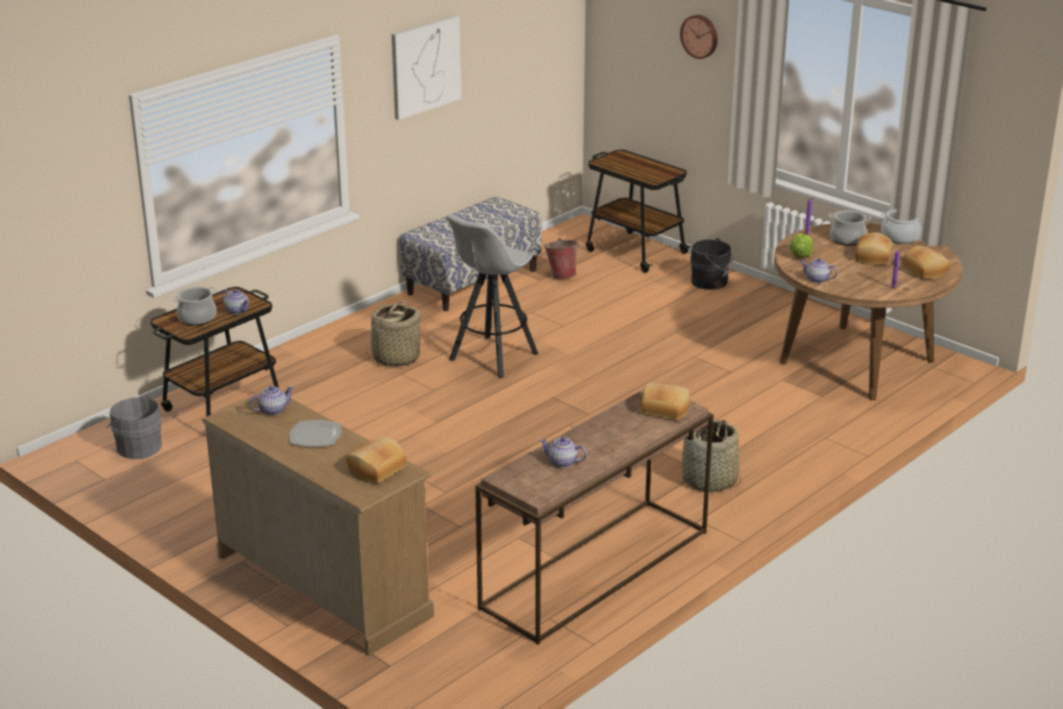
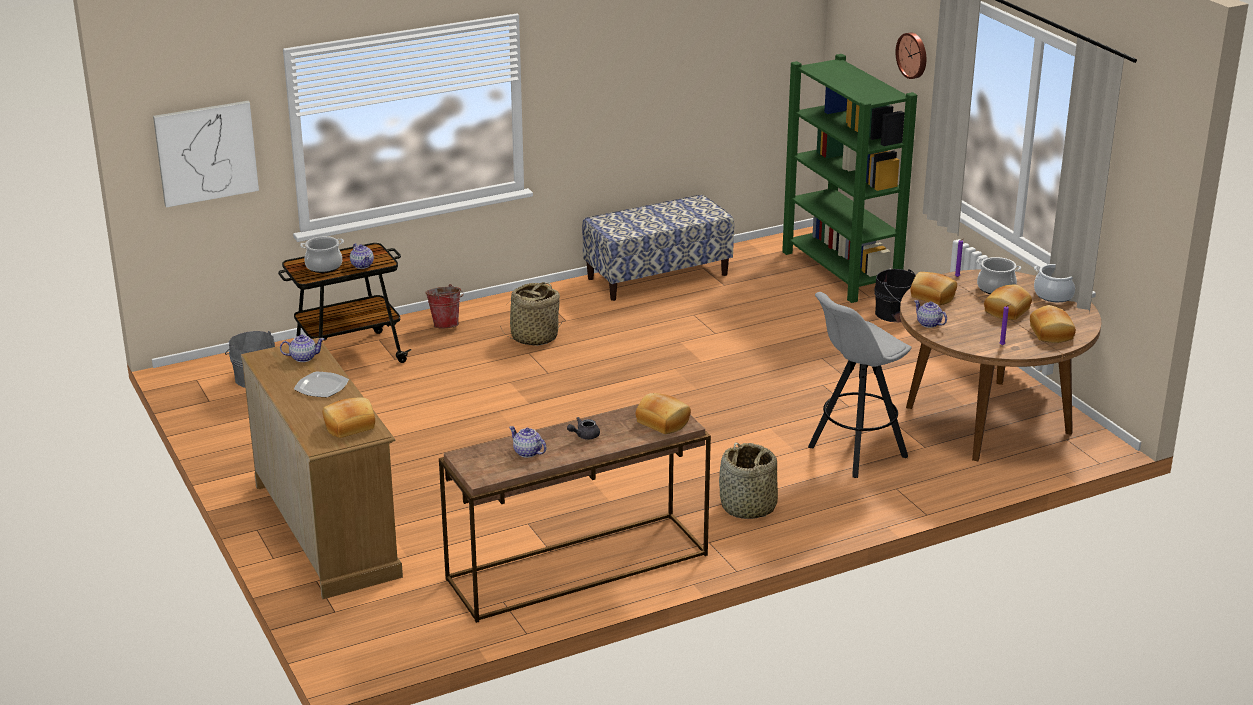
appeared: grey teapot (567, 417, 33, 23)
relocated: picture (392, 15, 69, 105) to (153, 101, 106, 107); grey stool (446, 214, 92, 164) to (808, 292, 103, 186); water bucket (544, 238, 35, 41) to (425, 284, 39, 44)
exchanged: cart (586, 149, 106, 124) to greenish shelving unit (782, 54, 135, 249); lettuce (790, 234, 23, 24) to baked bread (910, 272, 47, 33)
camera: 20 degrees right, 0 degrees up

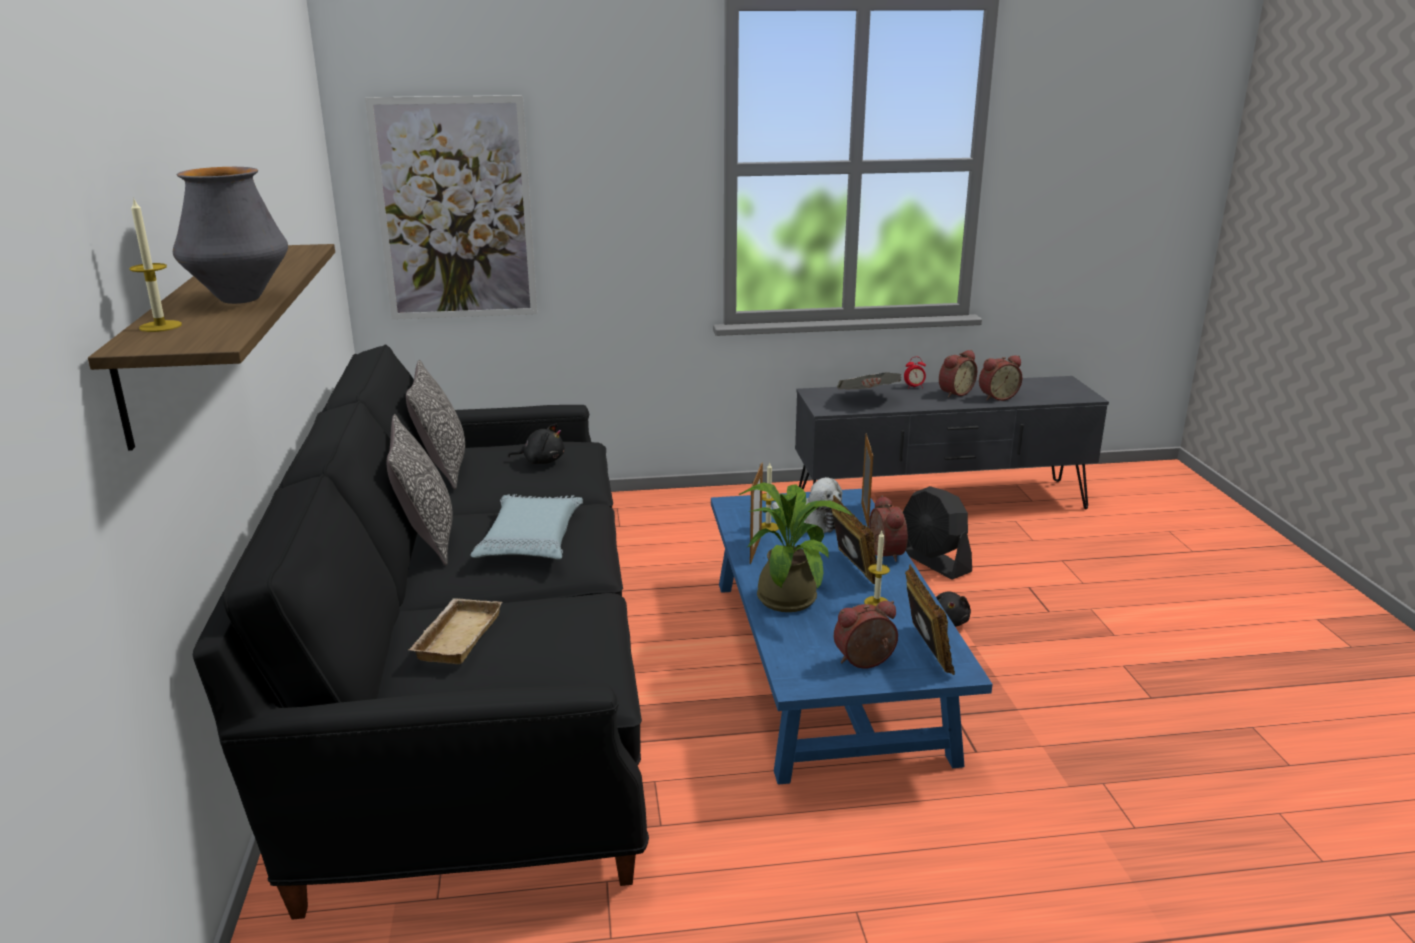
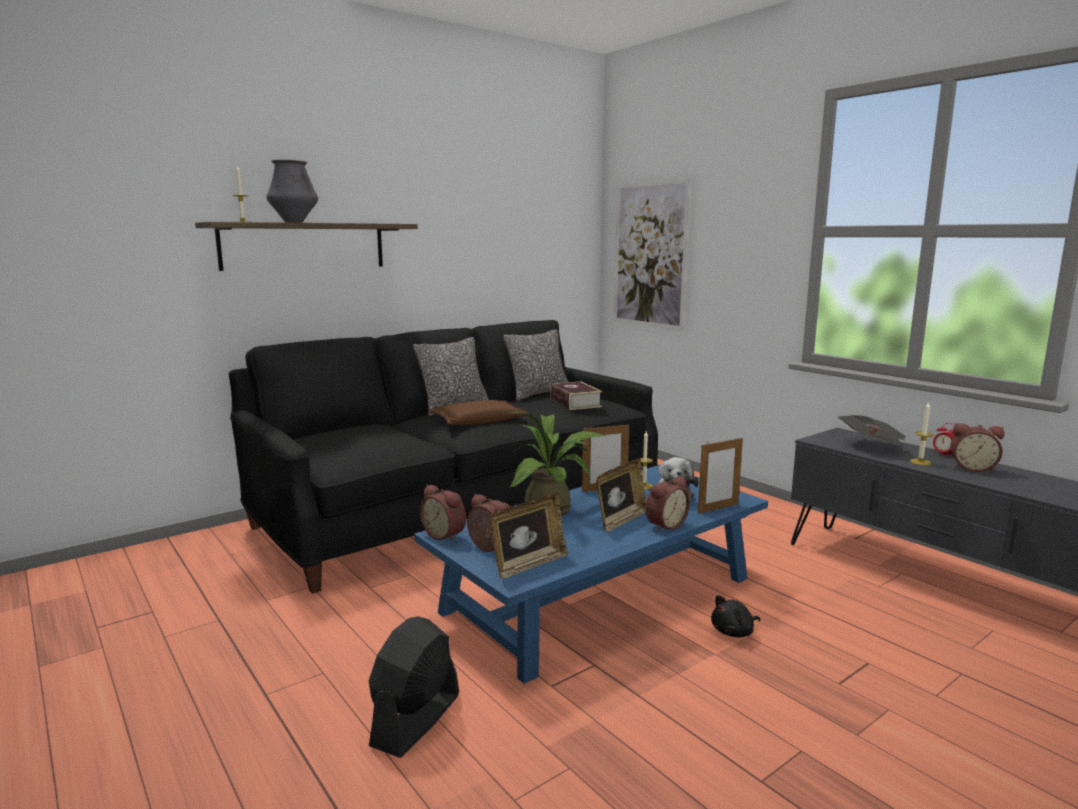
missing: beige-coloured serving tray (409, 598, 93, 66)
relocated: wax candle (864, 531, 26, 75) to (910, 402, 24, 63); blackish cooling fan (903, 486, 69, 94) to (369, 616, 90, 142); table clock (979, 355, 43, 46) to (420, 484, 46, 58)
exchanged: blackish soft toy (508, 424, 57, 40) to volume (550, 381, 52, 29)
colour: blue-coloured throw pillow (471, 494, 112, 66) to brown-coloured throw pillow (429, 400, 99, 26)
camera: 60 degrees right, 10 degrees down

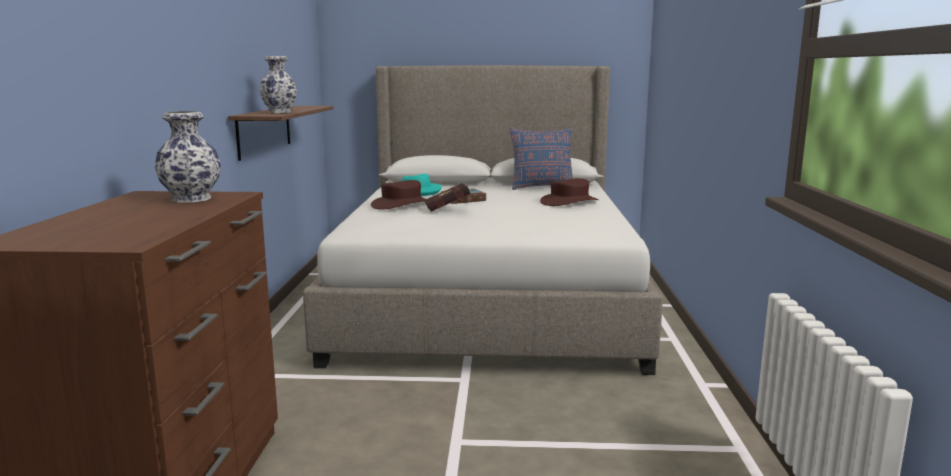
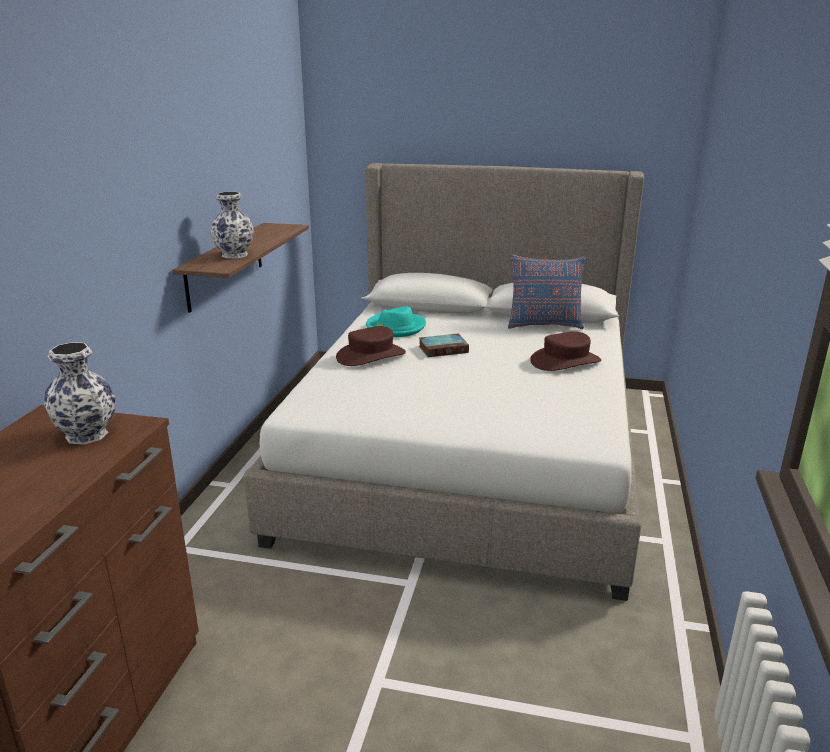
missing: red volume (424, 183, 52, 28)
camera: 10 degrees right, 10 degrees up

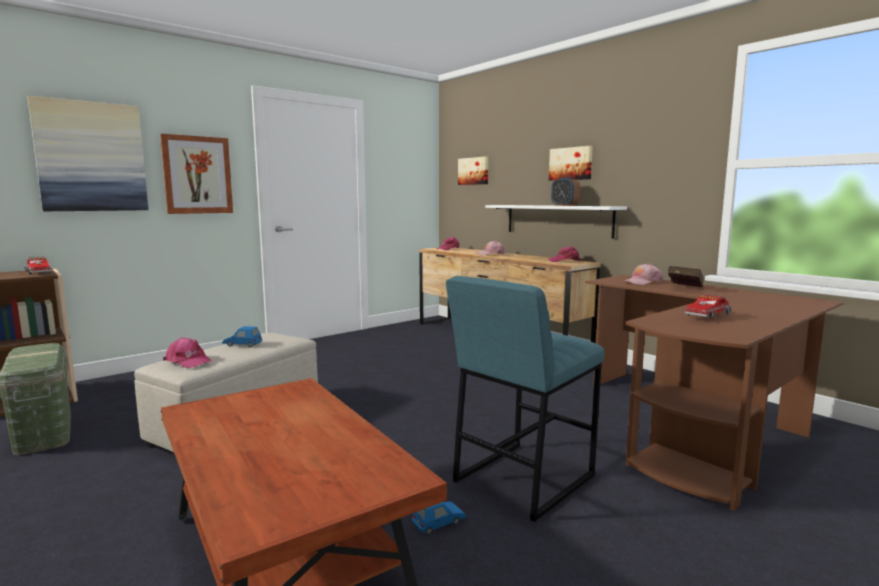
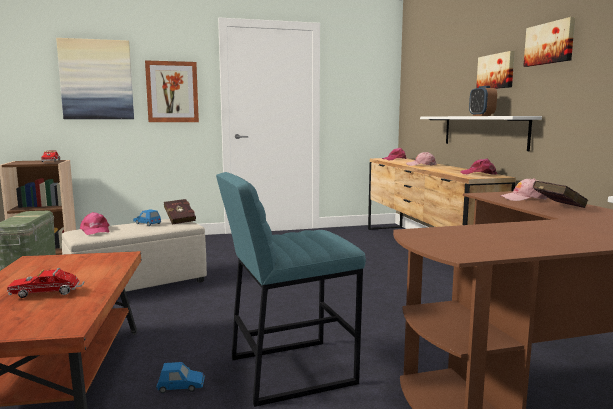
appeared: red volume (164, 199, 32, 26)
relocated: picture (458, 156, 30, 29) to (523, 17, 52, 50); toy lorry (685, 294, 46, 25) to (7, 268, 78, 30)
camera: 25 degrees right, 0 degrees up

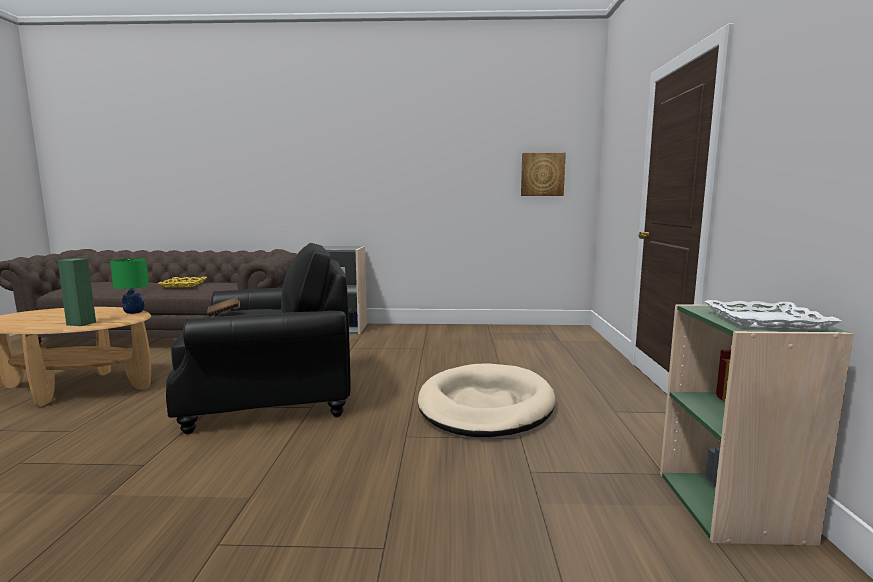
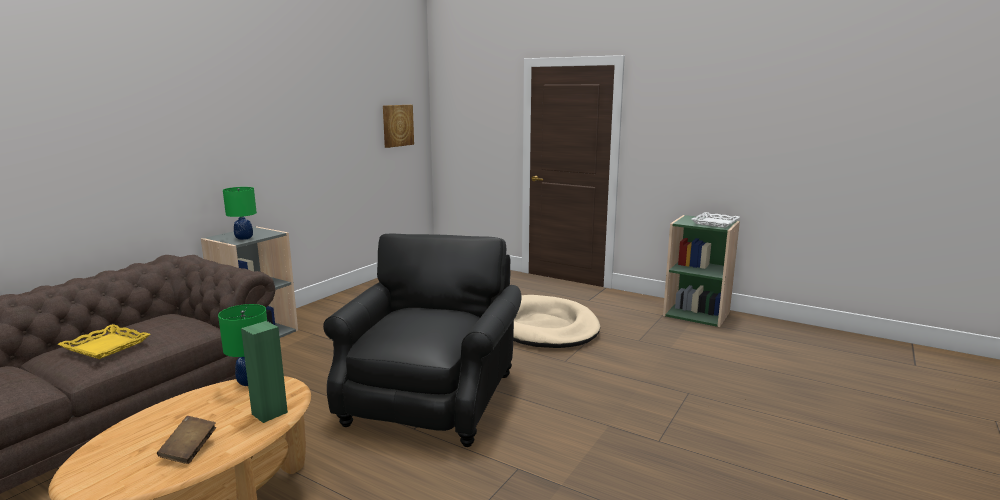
appeared: greenish lamp for a table (223, 187, 34, 53)
relocated: brown-coloured volume (207, 297, 33, 20) to (157, 416, 59, 48)
camera: 60 degrees left, 5 degrees up

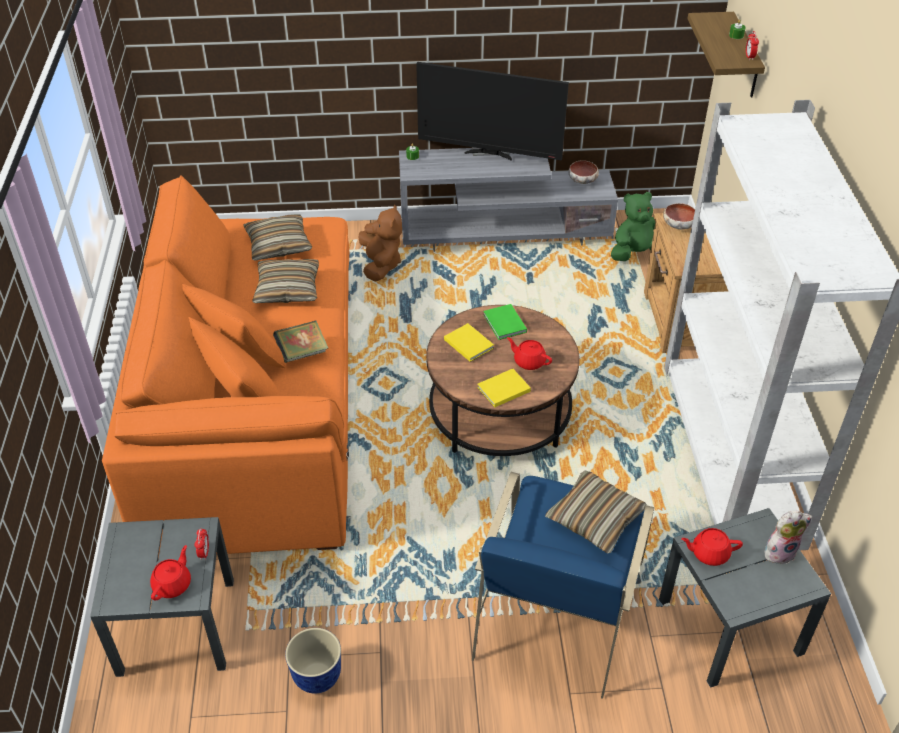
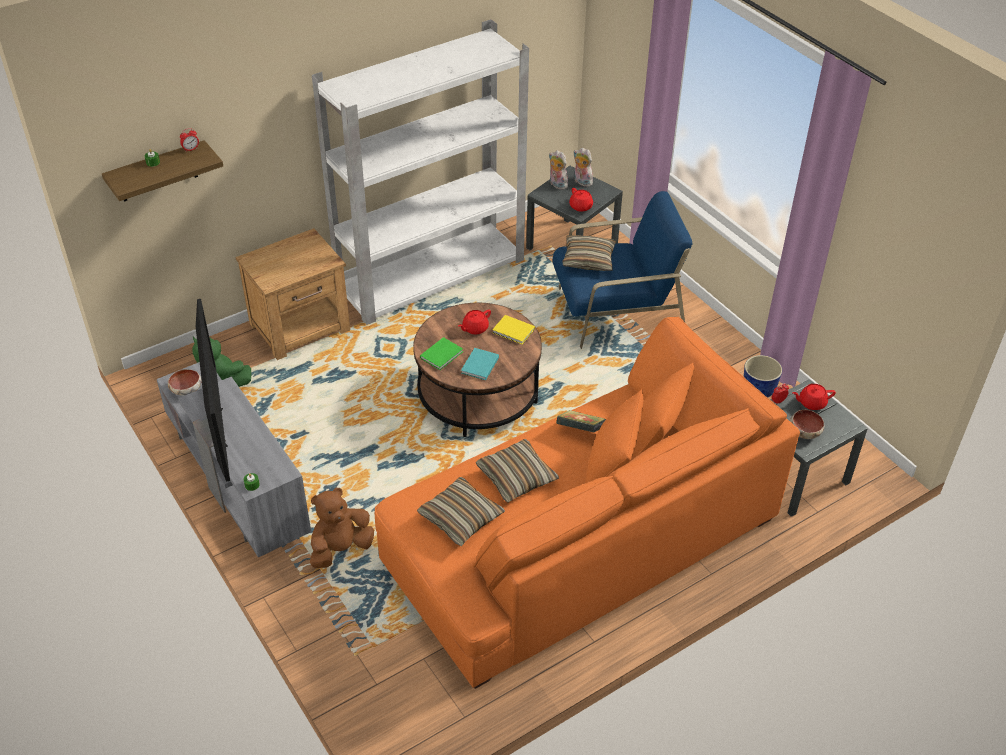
appeared: soft toy (574, 148, 20, 39)
relocated: bowl (663, 203, 32, 26) to (790, 410, 34, 29)
colour: yellow-coloured volume (444, 323, 50, 39) to turquoise-coloured volume (461, 348, 38, 32)
spun: red teapot (507, 337, 45, 33) = (458, 310, 33, 24) 45 degrees clockwise
camera: 120 degrees left, 0 degrees up

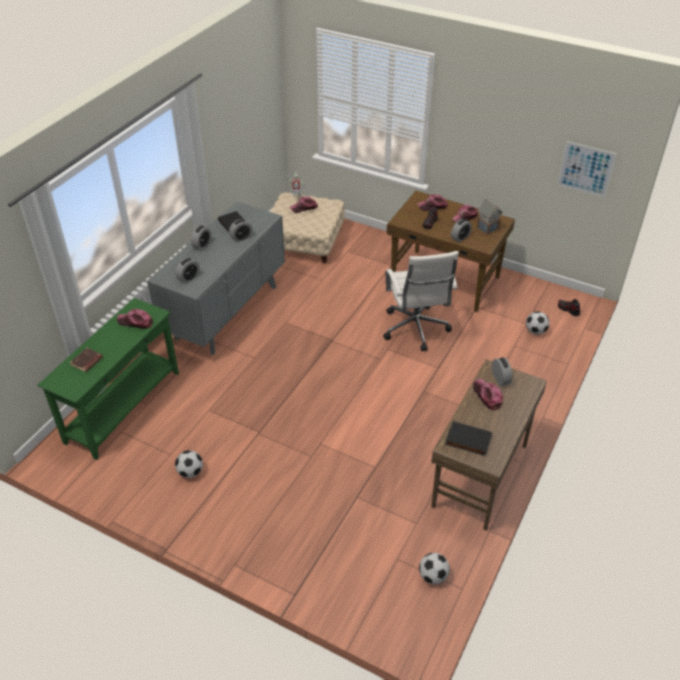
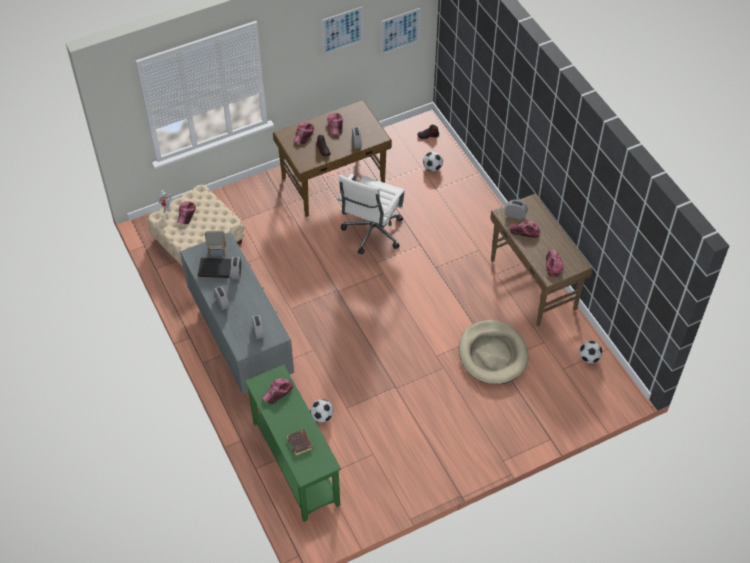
appeared: picture (321, 6, 42, 49); beige-coloured dog bed (459, 320, 69, 64)
relocated: ball for football (175, 450, 28, 28) to (310, 399, 23, 24); miniature house (477, 199, 26, 36) to (205, 230, 21, 27)
exchanged: blackish volume (445, 421, 47, 35) to peaked cap (546, 250, 17, 28)
spun: white-coloured office chair (383, 251, 76, 100) = (338, 174, 67, 81) 90 degrees clockwise
camera: 55 degrees left, 10 degrees up

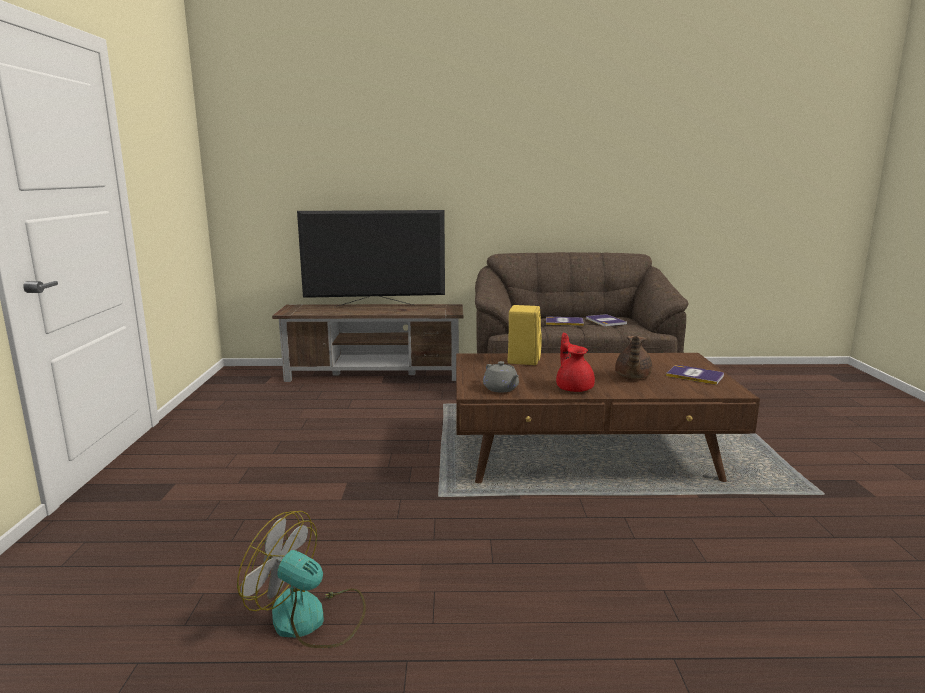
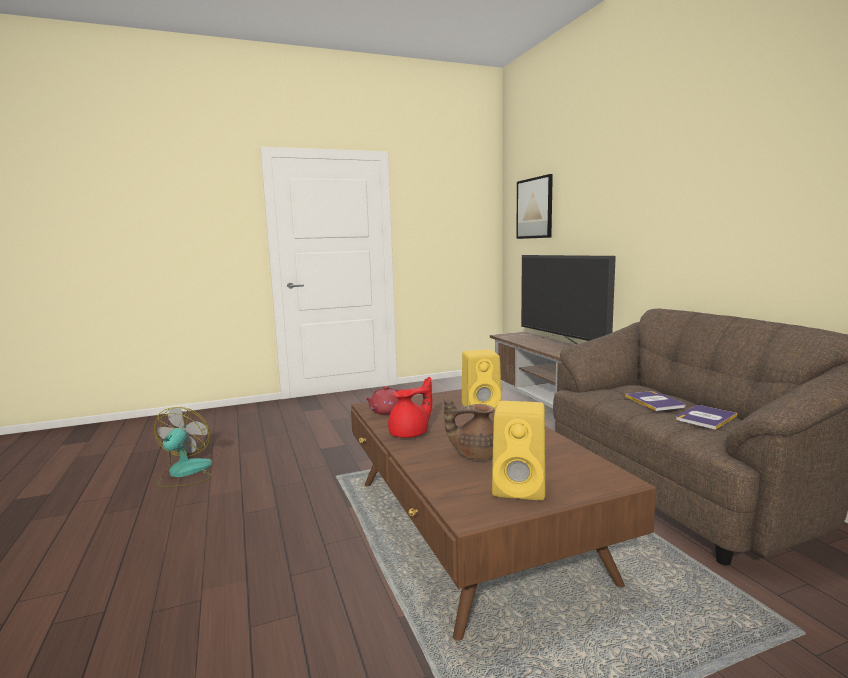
appeared: picture (516, 174, 37, 65)
exchanged: volume (666, 365, 58, 20) to yellow-coloured audio speaker (492, 401, 54, 100)
colour: grey teapot (483, 361, 36, 32) to red teapot (365, 386, 38, 29)
camera: 70 degrees right, 5 degrees down

